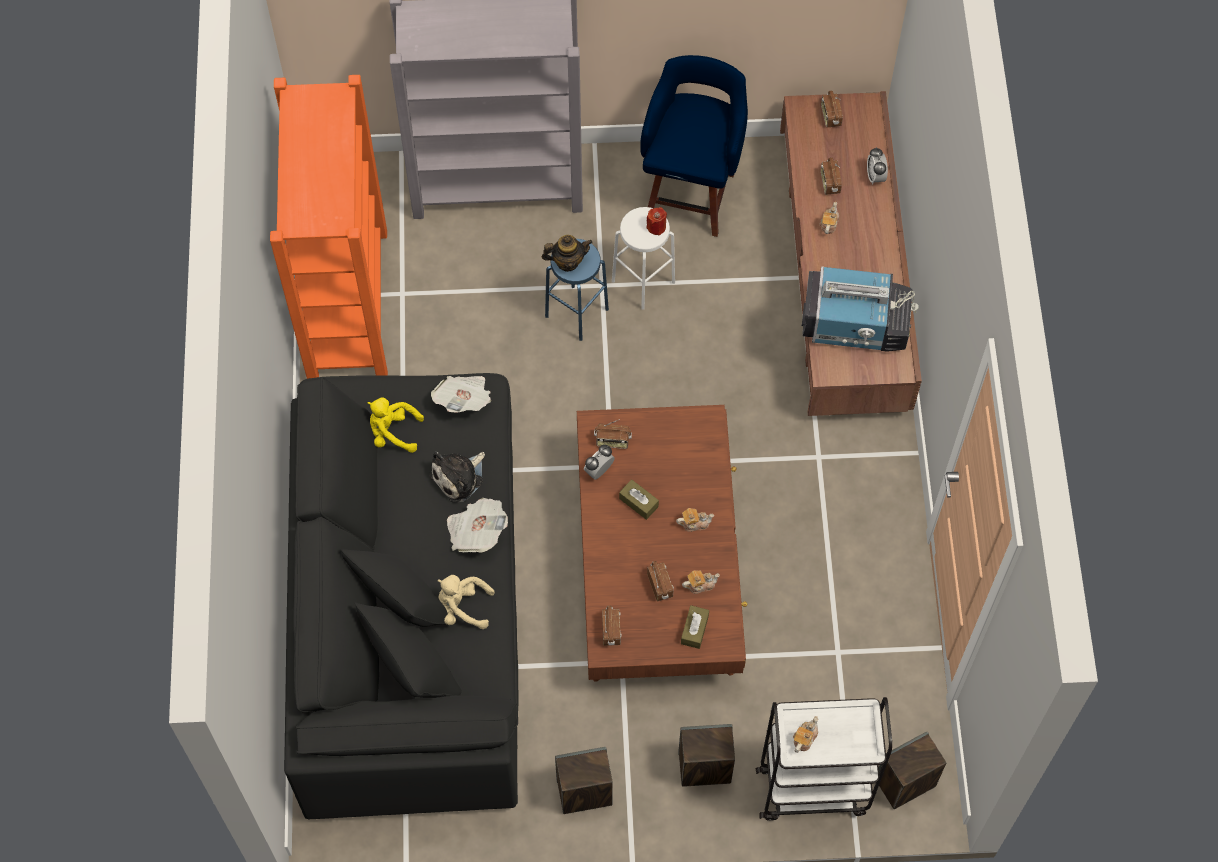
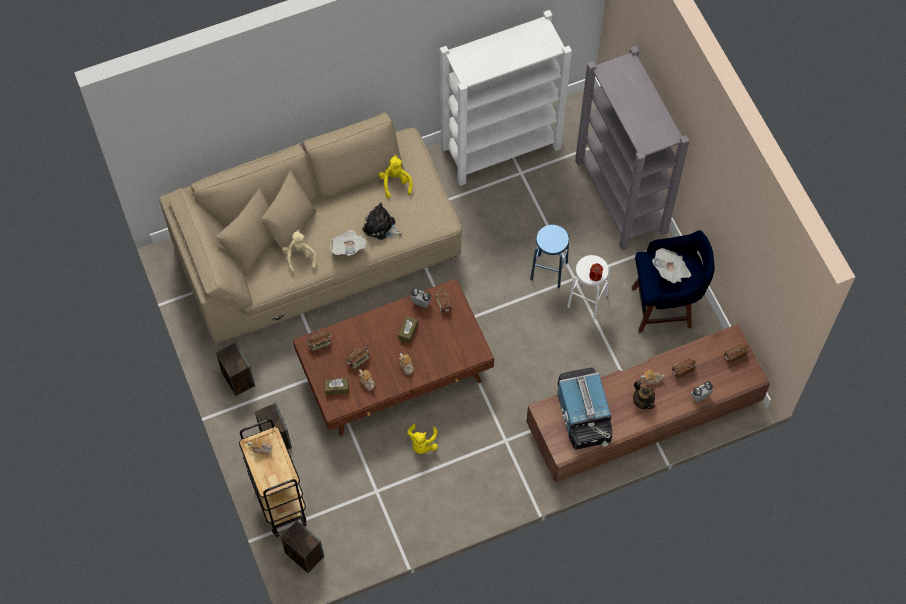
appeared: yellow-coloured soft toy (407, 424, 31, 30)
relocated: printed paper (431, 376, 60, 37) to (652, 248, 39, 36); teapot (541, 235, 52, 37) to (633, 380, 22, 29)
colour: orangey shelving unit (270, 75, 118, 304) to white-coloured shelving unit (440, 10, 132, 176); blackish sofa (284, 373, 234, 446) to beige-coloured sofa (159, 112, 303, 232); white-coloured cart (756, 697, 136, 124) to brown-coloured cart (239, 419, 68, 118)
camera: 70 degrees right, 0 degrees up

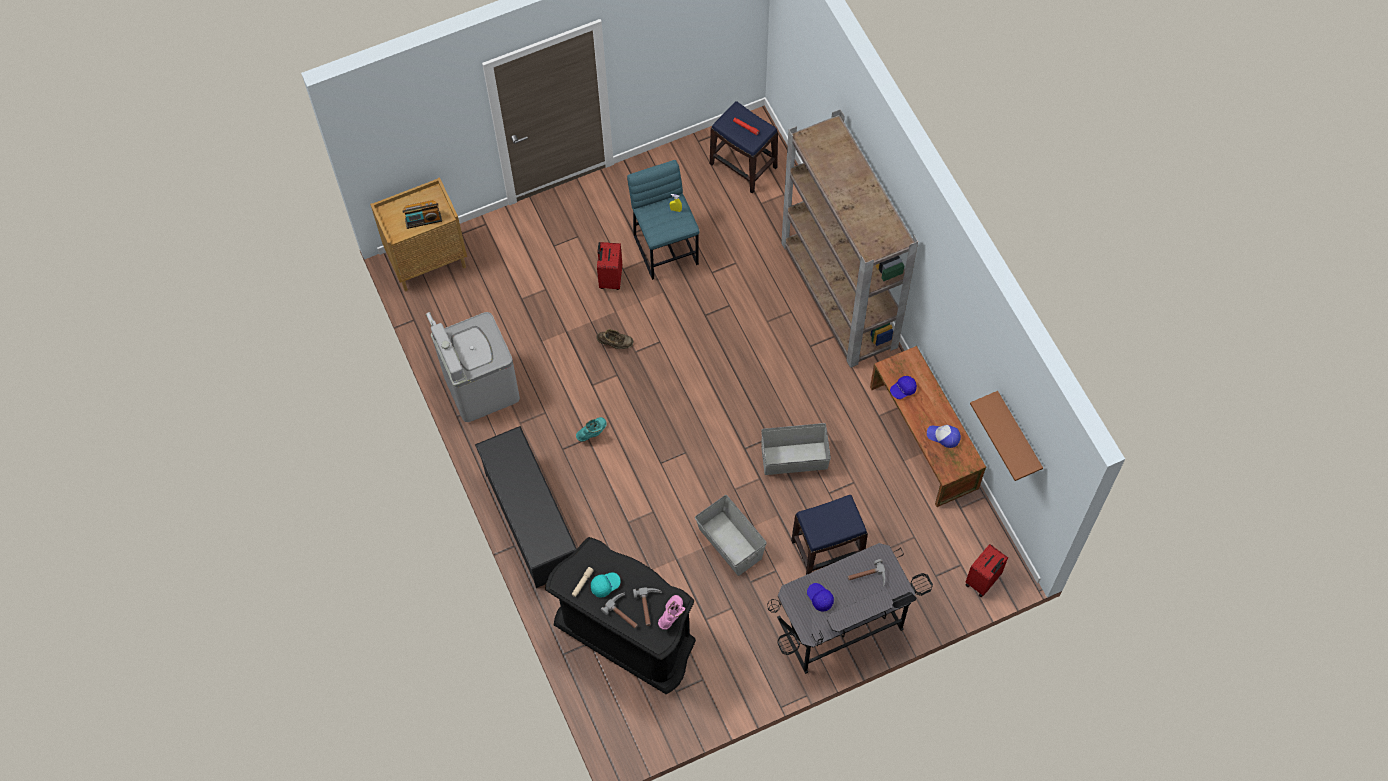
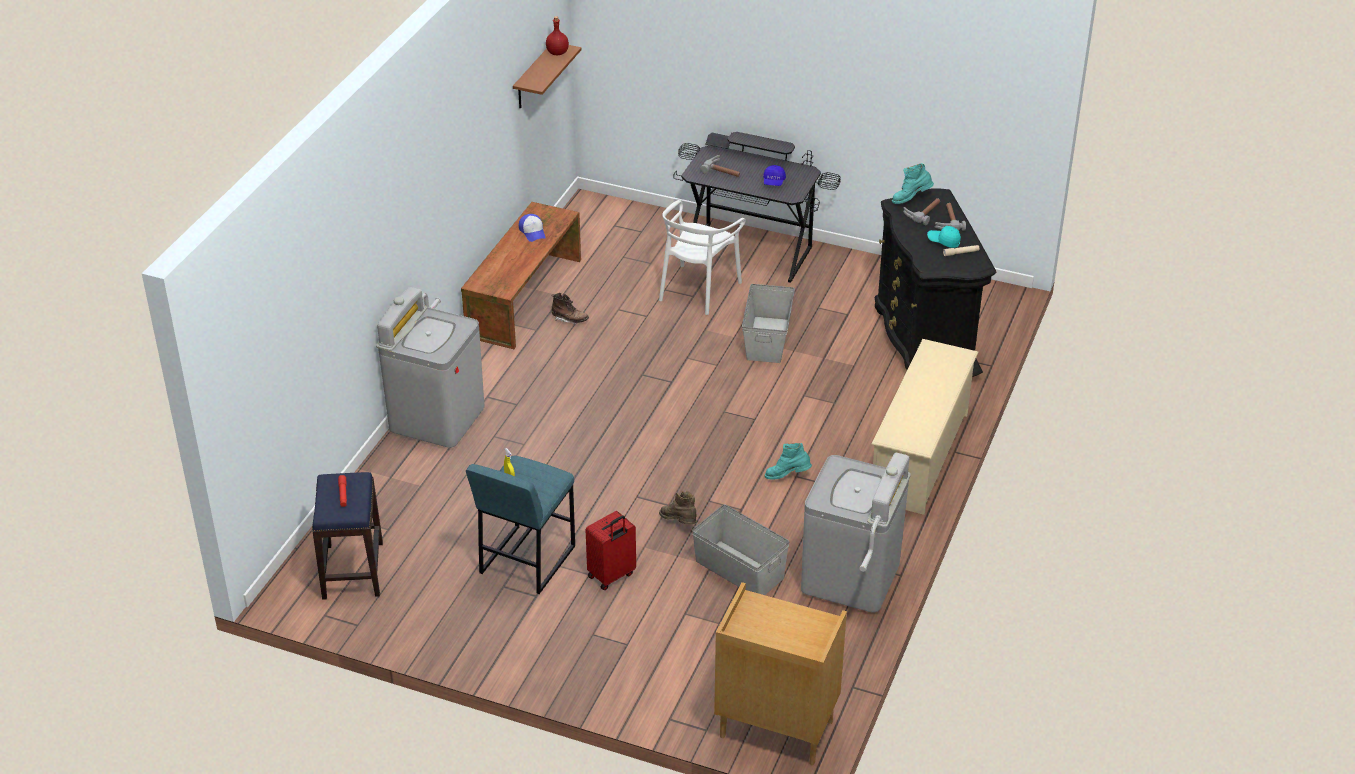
missing: radio set (403, 200, 39, 29); blue-coloured peaked cap (890, 376, 27, 23); red piece of luggage (965, 544, 43, 54)
appeared: red drink bottle (546, 16, 23, 39); brown-coloured high-top boot (552, 293, 37, 31)
relocated: grey storage container (761, 423, 70, 52) to (692, 504, 97, 91)
exchanged: brown-coloured shelving unit (781, 109, 137, 259) to grey laundry machine (376, 287, 108, 161); stool (791, 495, 77, 80) to white-coloured upright chair (659, 200, 87, 115)
colour: blackish shoe stand (475, 426, 102, 162) to beige-coloured shoe stand (872, 339, 106, 176); pink-coloured high-top boot (658, 595, 28, 35) to turquoise-coloured high-top boot (892, 163, 42, 41)
camera: 135 degrees left, 25 degrees down

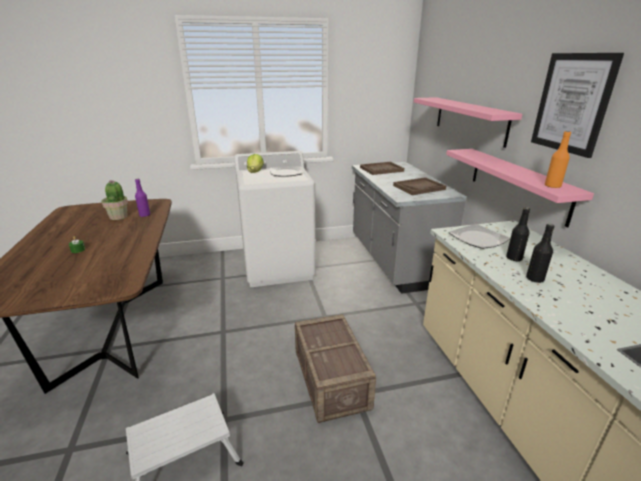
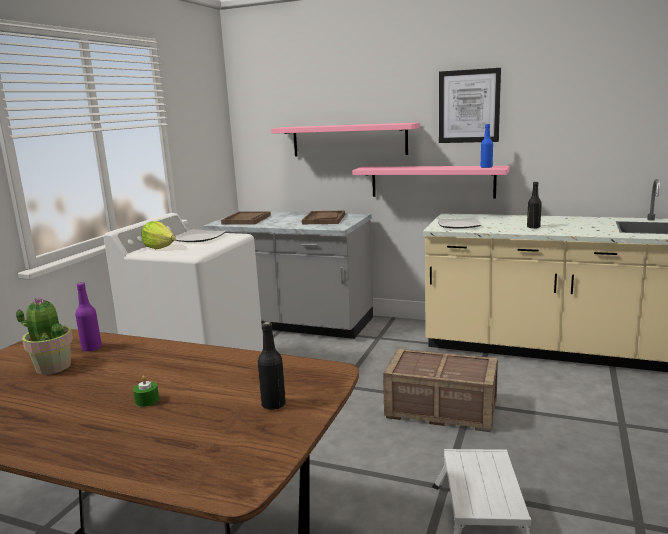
relocated: blackish drink bottle (506, 207, 24, 54) to (258, 322, 28, 88)
colour: orangey drink bottle (545, 131, 26, 57) to blue-coloured drink bottle (481, 124, 12, 44)
camera: 55 degrees left, 10 degrees down

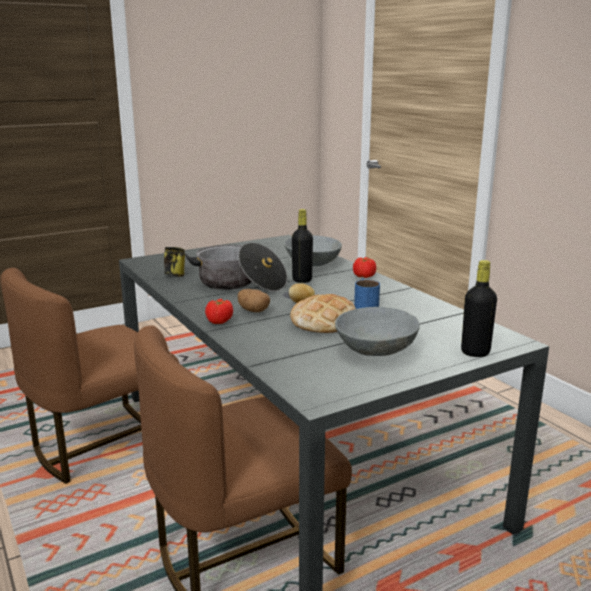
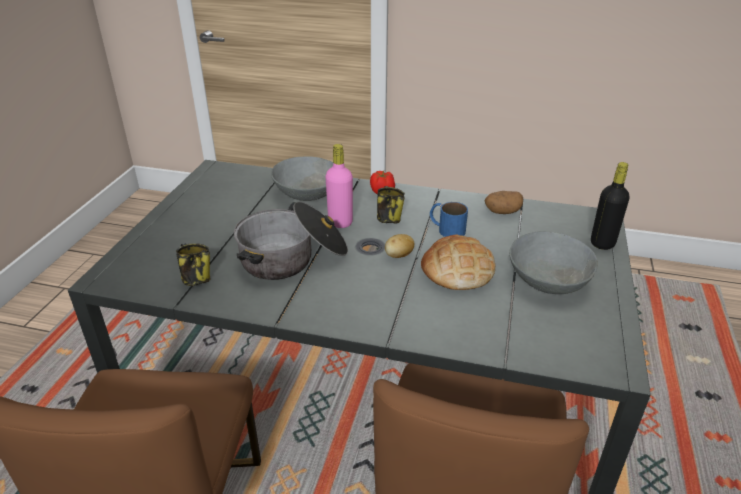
missing: whole tomato (205, 299, 28, 25)
appeared: coffee mug (377, 186, 28, 37)
relocated: potato (237, 289, 33, 23) to (485, 191, 38, 23)
colour: blackish drink bottle (292, 209, 21, 74) to pink-coloured drink bottle (325, 144, 28, 84)
camera: 45 degrees left, 15 degrees up

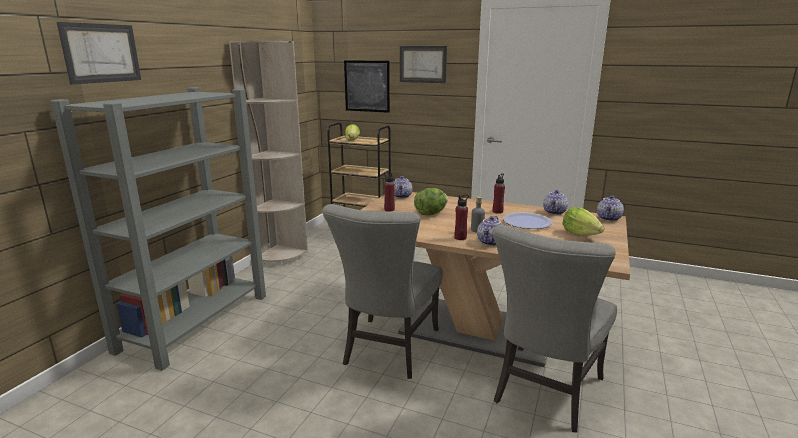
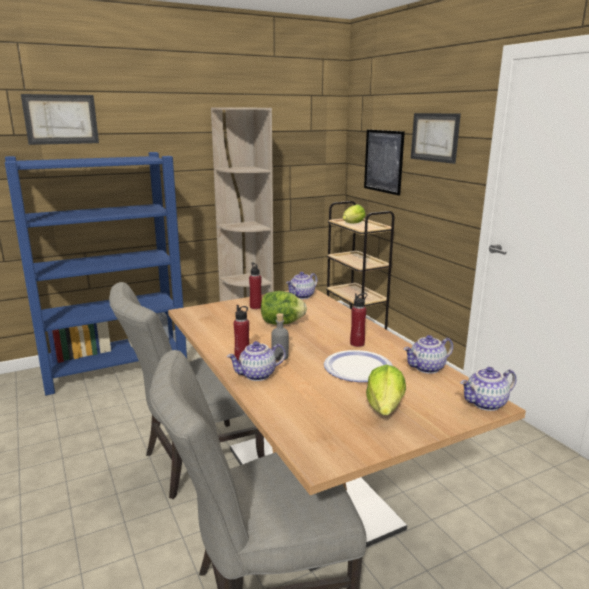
colour: grey shelving unit (51, 87, 215, 284) to blue-coloured shelving unit (5, 152, 182, 244)
camera: 40 degrees right, 0 degrees up

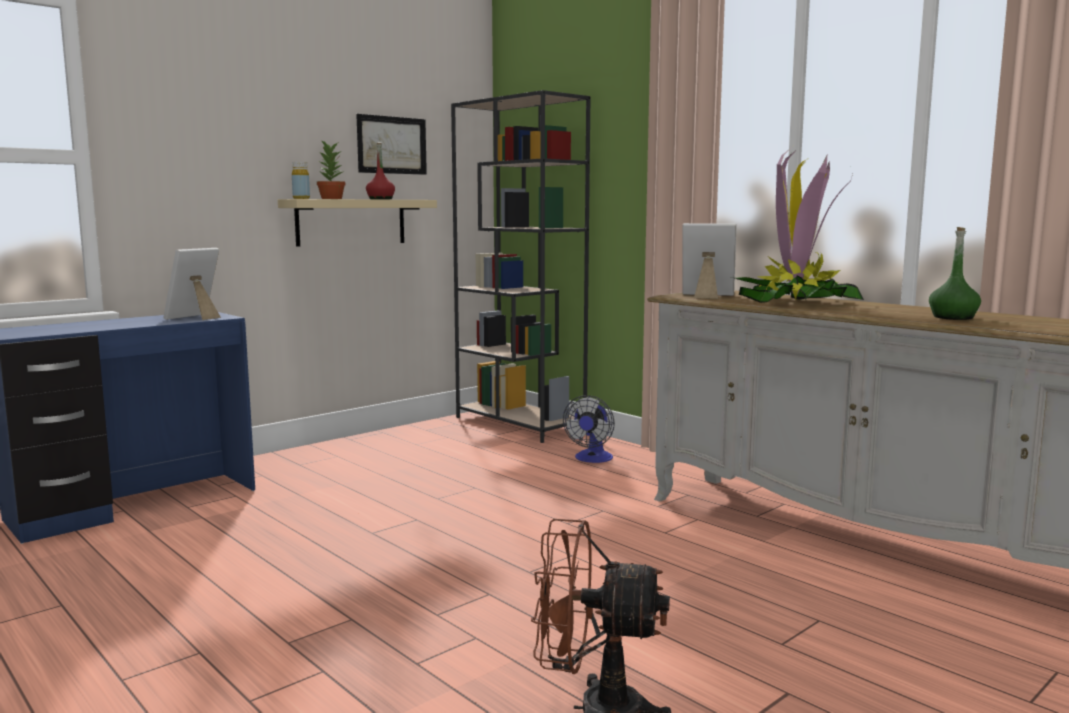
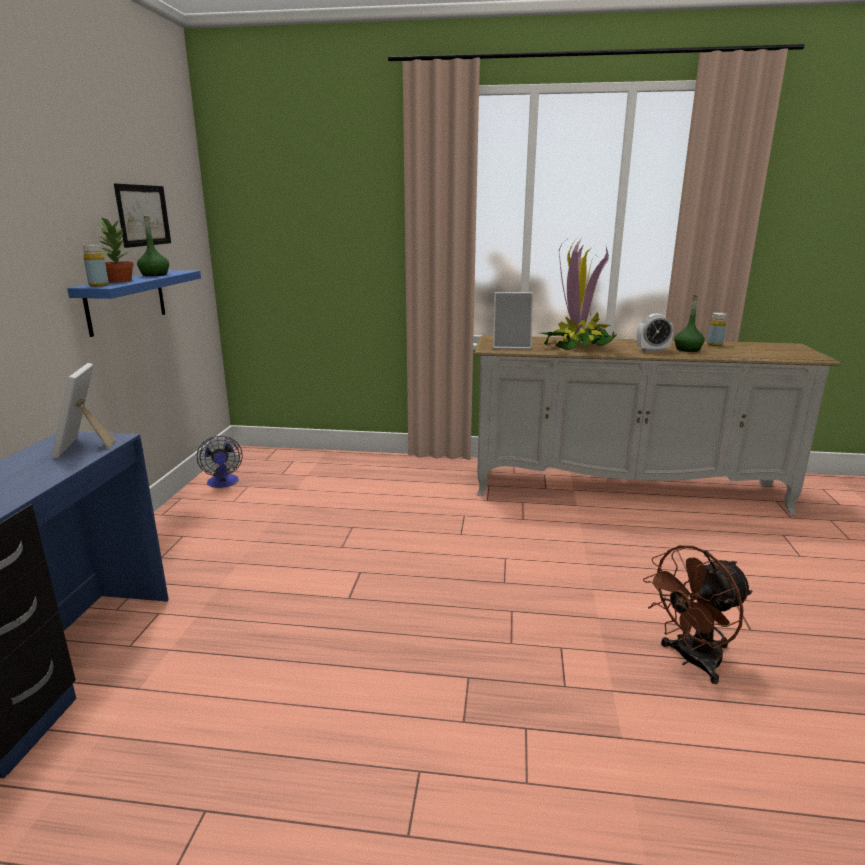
missing: shelving unit (451, 90, 139, 353)
appeared: table clock (637, 314, 37, 38); yellow-coloured drink bottle (707, 312, 20, 34)
relocated: cooling fan (563, 395, 52, 68) to (197, 436, 46, 52)
colour: beige-coloured wall shelf (278, 199, 159, 47) to blue-coloured wall shelf (67, 270, 134, 67); red drink bottle (366, 142, 29, 57) to greenish drink bottle (137, 215, 32, 61)
spun: picture frame (683, 223, 54, 76) = (493, 292, 40, 57) 150 degrees counterclockwise
camera: 40 degrees left, 10 degrees up

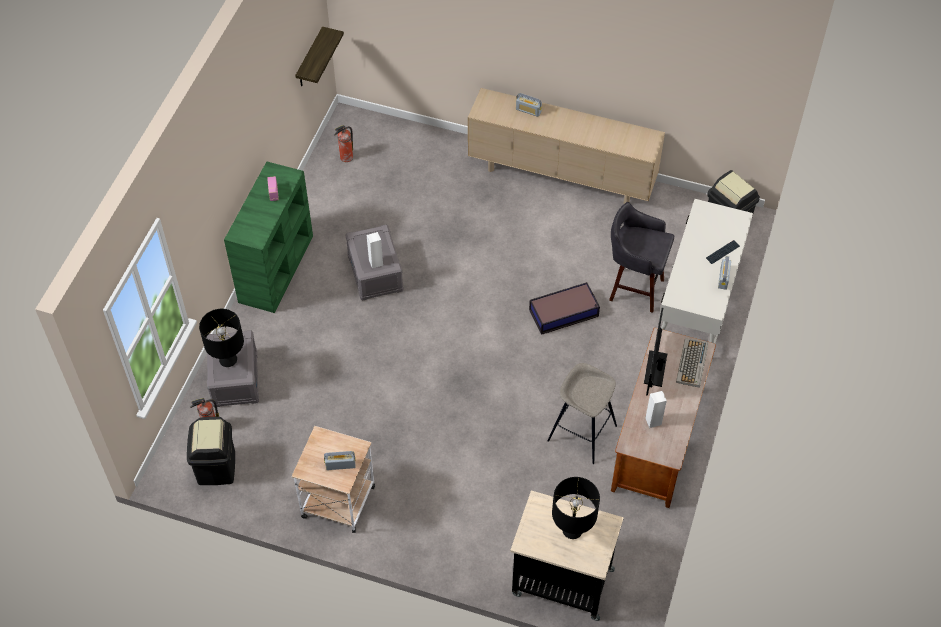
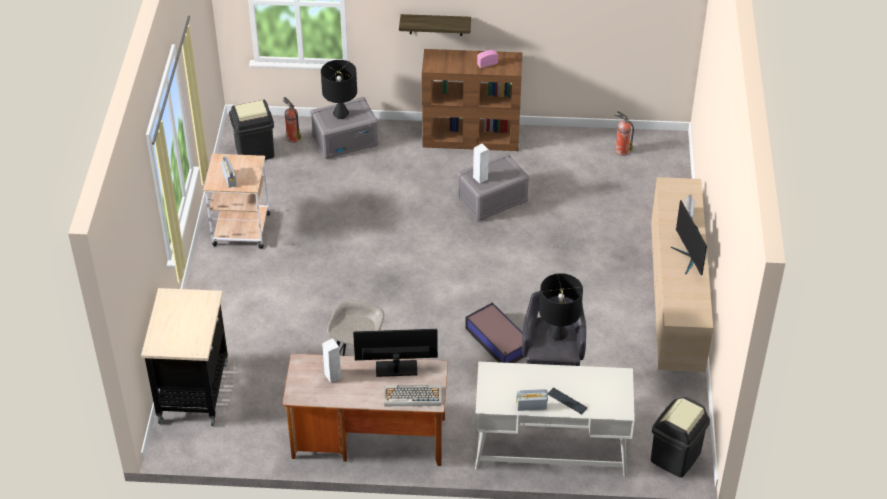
appeared: computer display (670, 200, 37, 75)
relocated: wall shelf (295, 27, 49, 59) to (399, 14, 72, 22); blackish lamp for a table (552, 477, 48, 62) to (539, 273, 44, 68)
colour: greenish shelving unit (224, 162, 89, 151) to brown-coloured shelving unit (422, 49, 100, 102)
camera: 75 degrees right, 10 degrees down

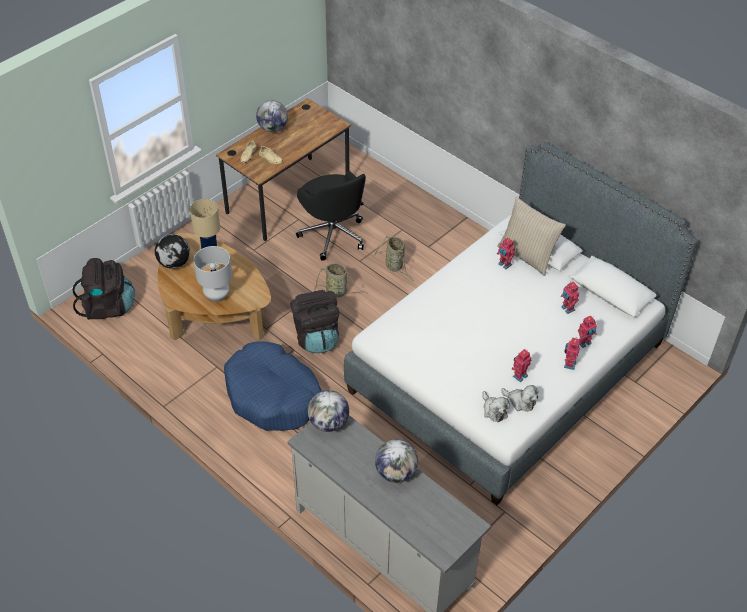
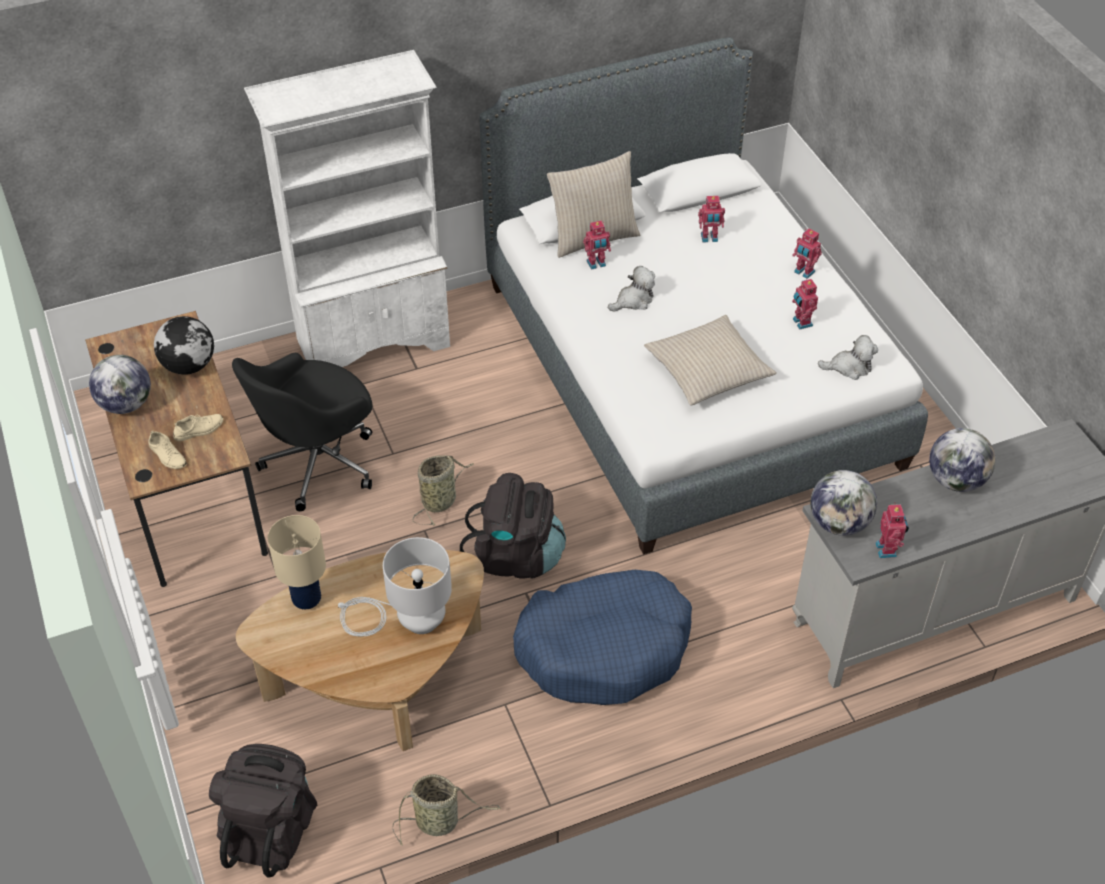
appeared: white-coloured shelving unit (244, 50, 206, 317); beige-coloured throw pillow (644, 315, 133, 91)
relocated: world globe (155, 234, 35, 35) to (154, 316, 60, 59); storage basket (374, 236, 40, 45) to (392, 774, 109, 72); soft toy (501, 385, 37, 27) to (608, 266, 48, 46); robot figure (578, 316, 19, 32) to (875, 502, 34, 56)
spun: blackish office chair (296, 171, 70, 90) = (232, 353, 140, 158) 135 degrees clockwise
camera: 65 degrees left, 0 degrees up

